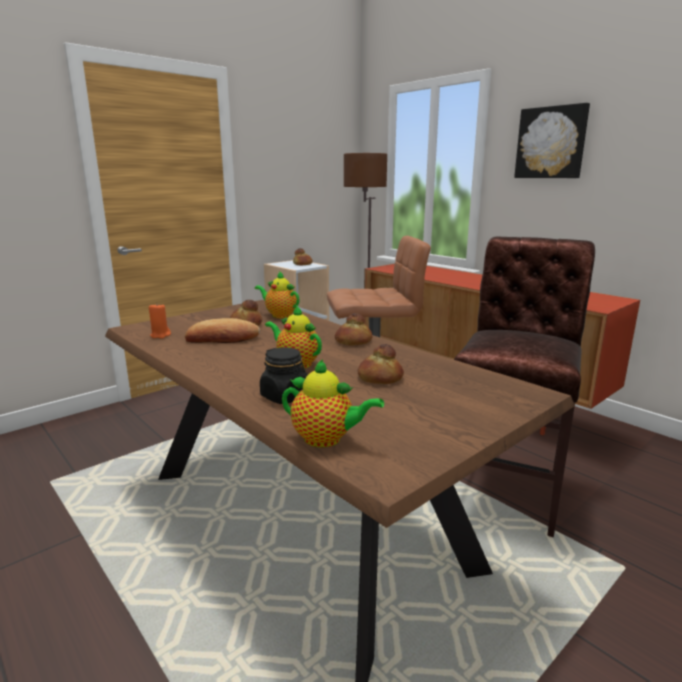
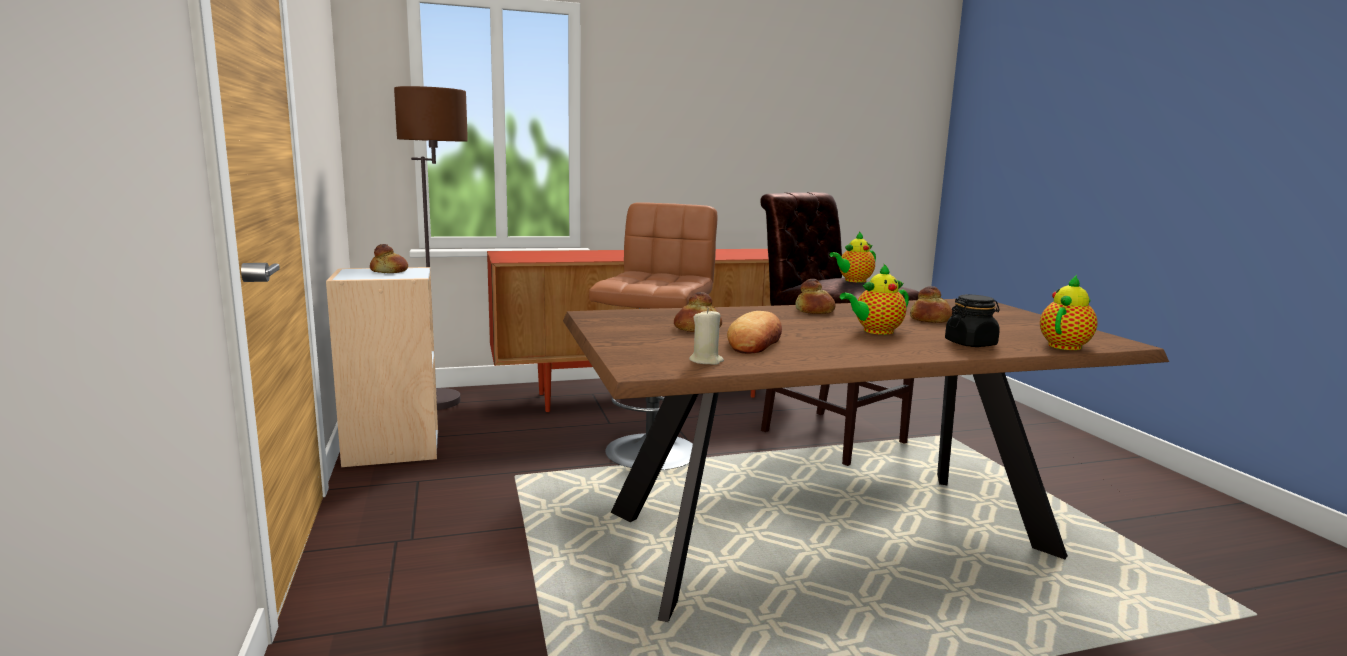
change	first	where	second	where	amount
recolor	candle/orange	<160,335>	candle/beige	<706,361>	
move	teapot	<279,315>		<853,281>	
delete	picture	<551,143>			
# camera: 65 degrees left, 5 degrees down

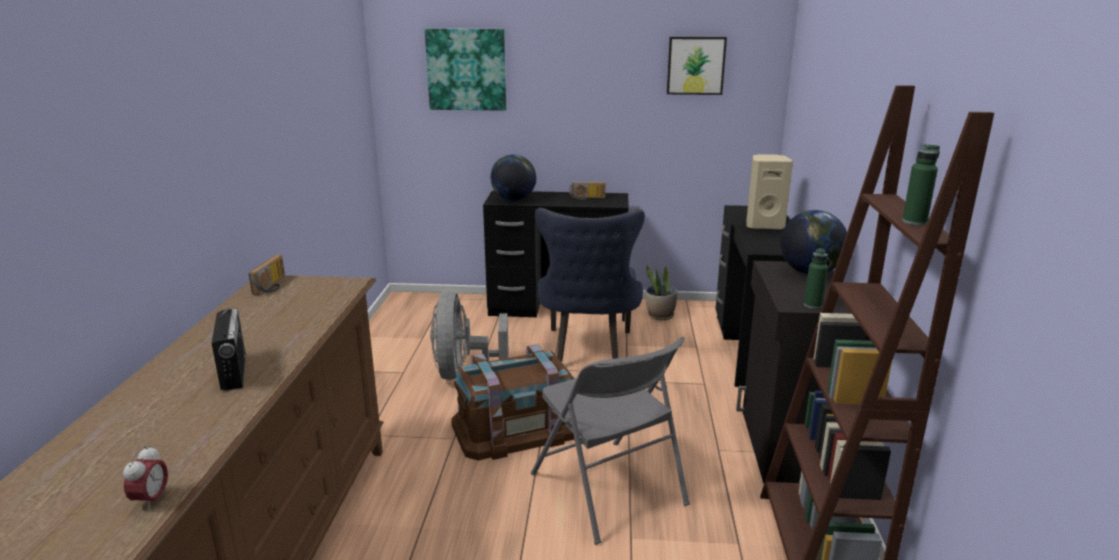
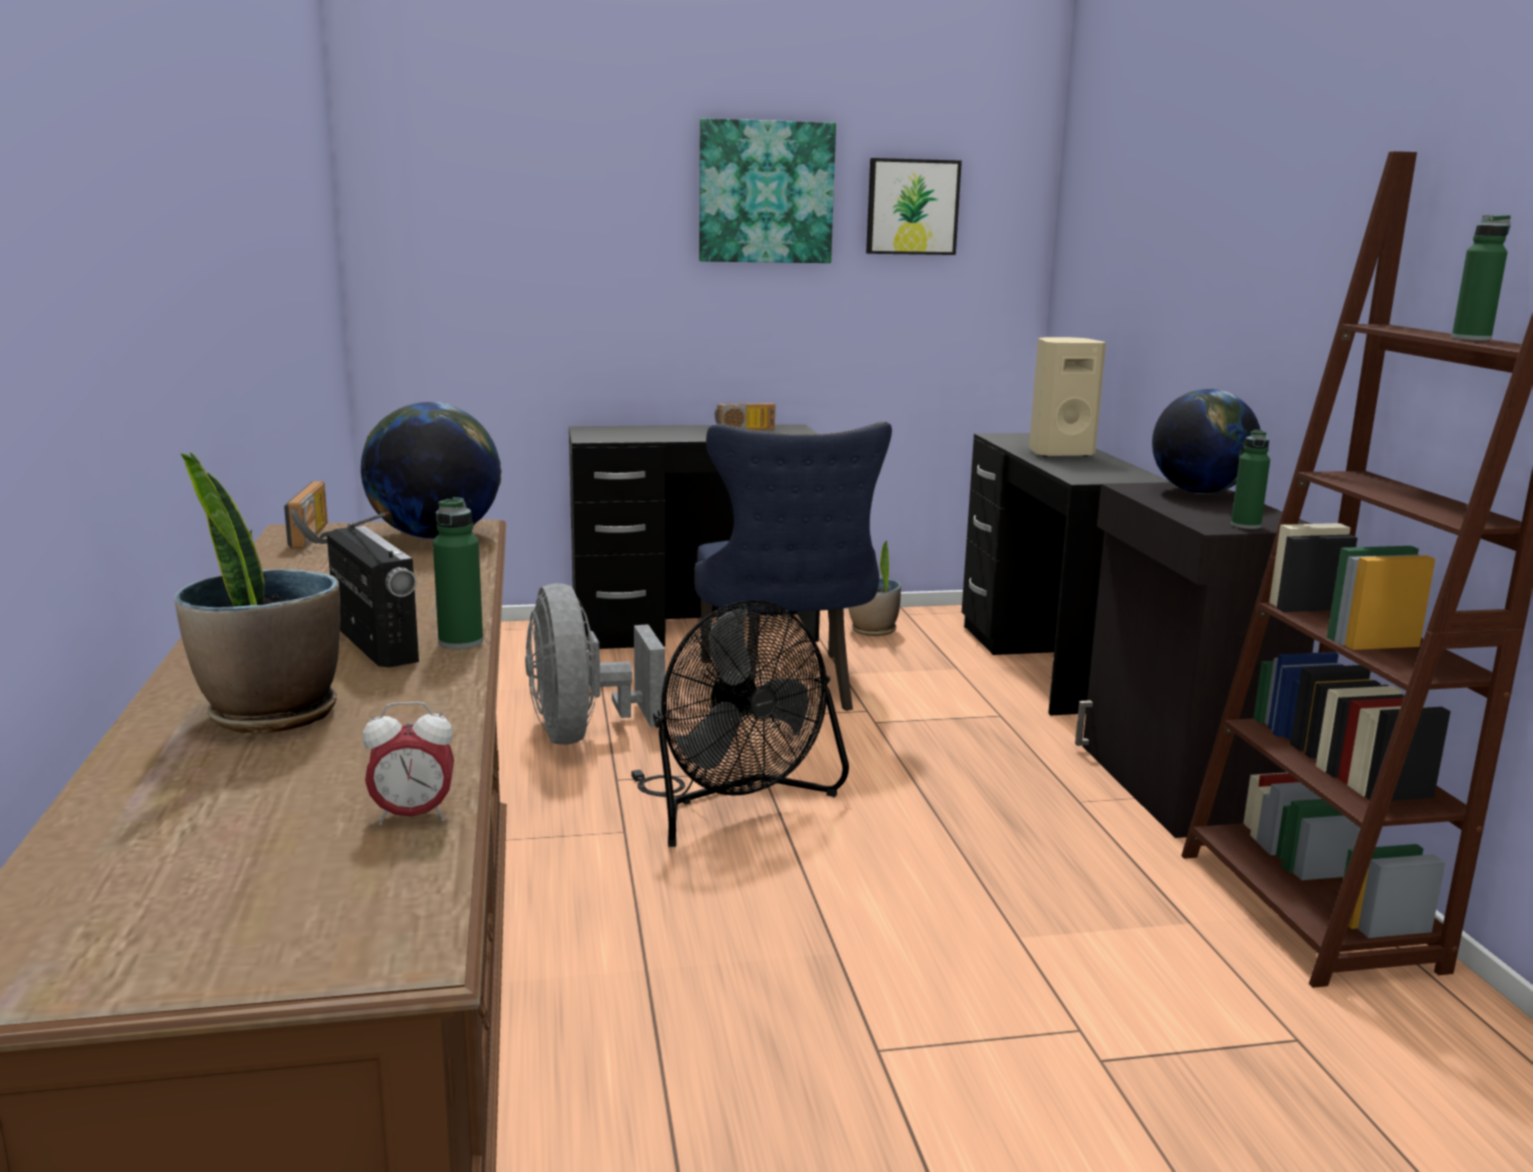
change	first	where	second	where	amount
rotate	alarm clock	<151,500>		<413,817>	90 degrees clockwise
move	picture	<466,69>		<765,192>	
replace	storage box/brown	<515,428>	fan/black	<727,805>	
move	globe	<513,200>		<435,537>	
delete	chair/grey	<607,489>			
insert			potted plant	<270,714>	
insert			bottle/green	<460,642>	
# camera: 15 degrees left, 5 degrees down

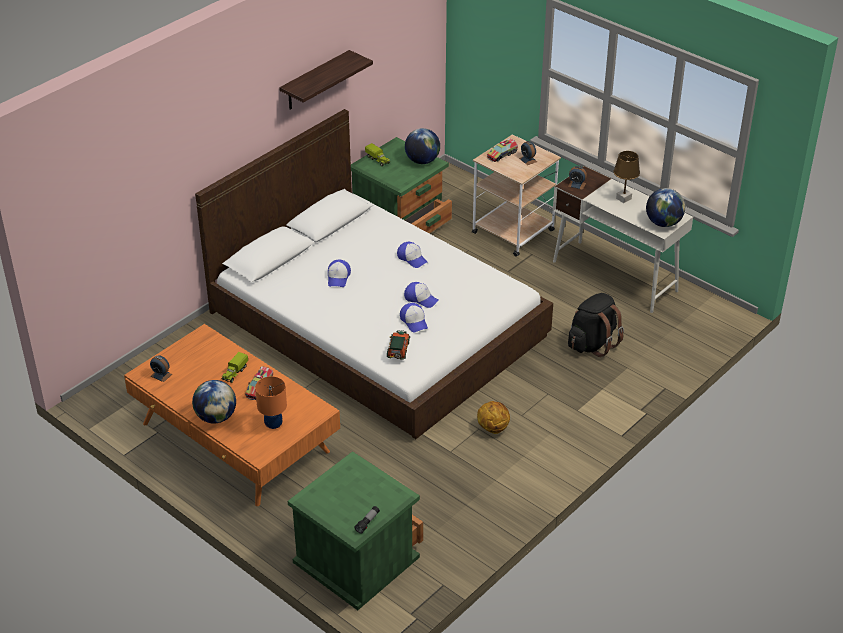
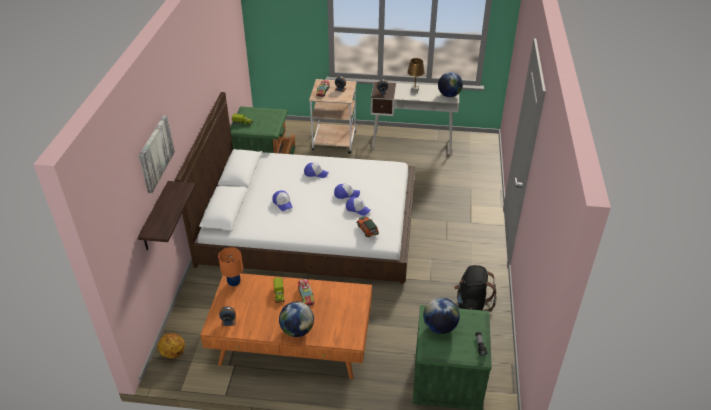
change	first	where	second	where	amount
move	table lamp/orange	<274,425>		<234,283>	
move	shelf	<315,81>		<155,217>	
move	globe	<422,161>		<440,327>	
move	basketball	<492,428>		<173,353>	
move	backpack/black	<592,344>		<471,305>	
insert			picture	<155,153>	
# camera: 35 degrees left, 0 degrees up

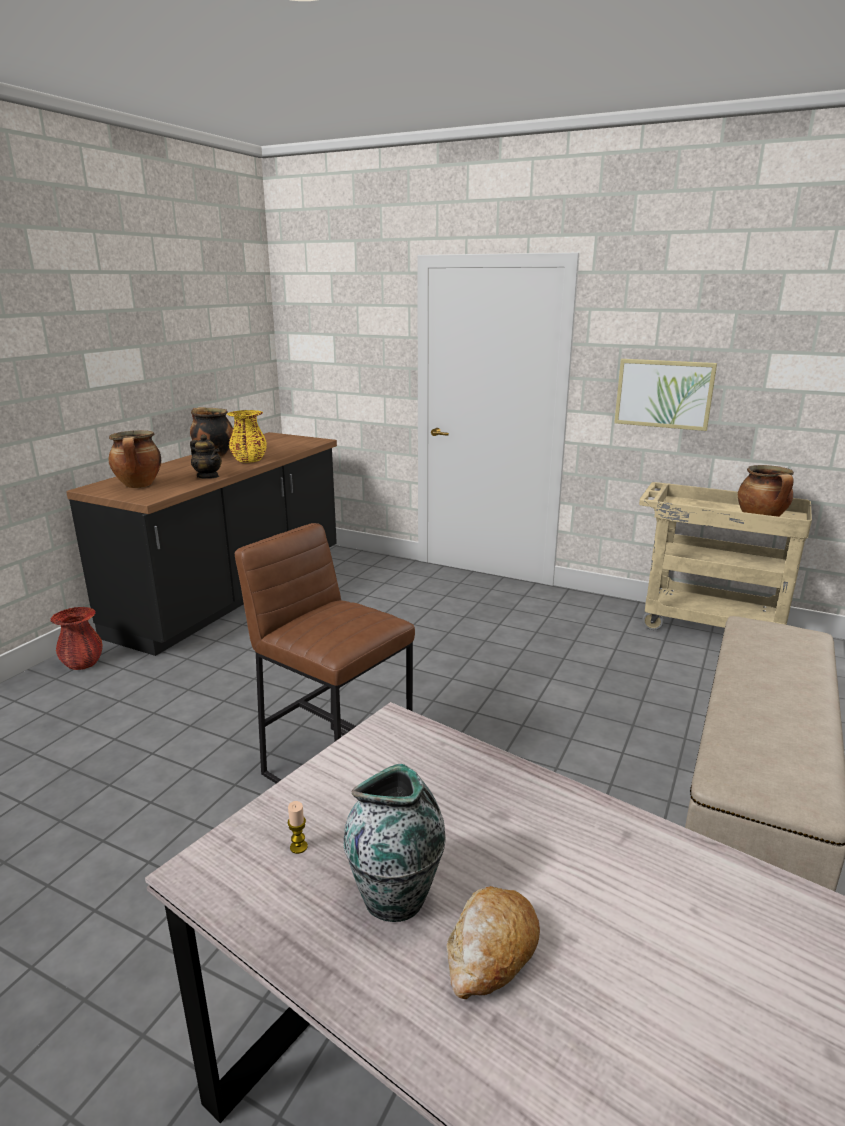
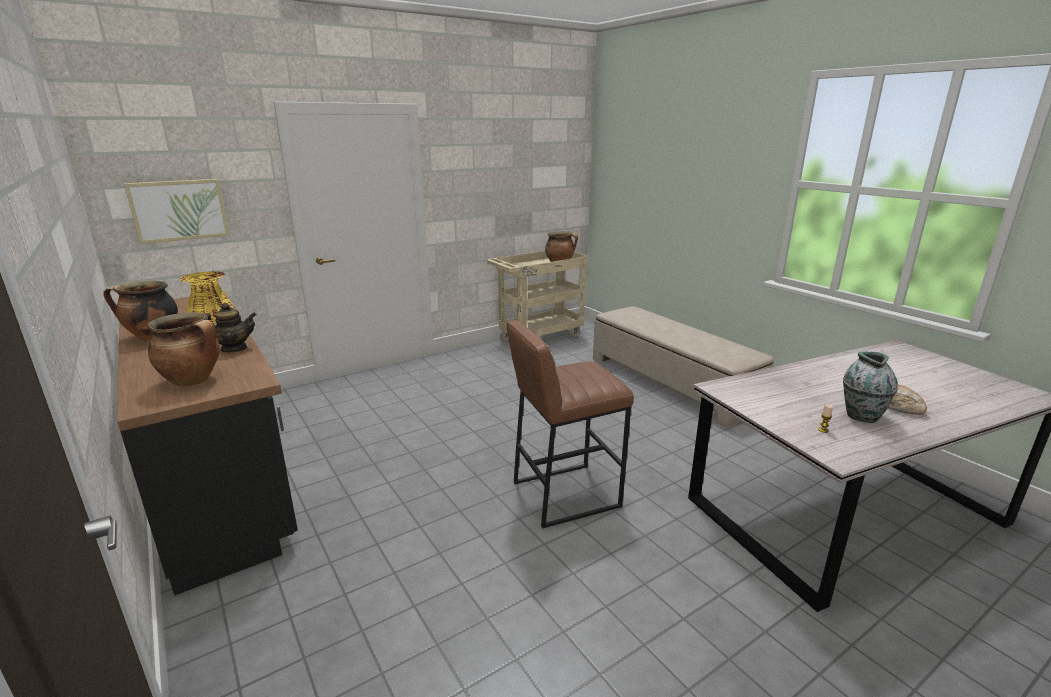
change	first	where	second	where	amount
delete	vase/red	<83,663>			
move	picture	<664,394>		<179,210>	
# camera: 60 degrees left, 0 degrees up

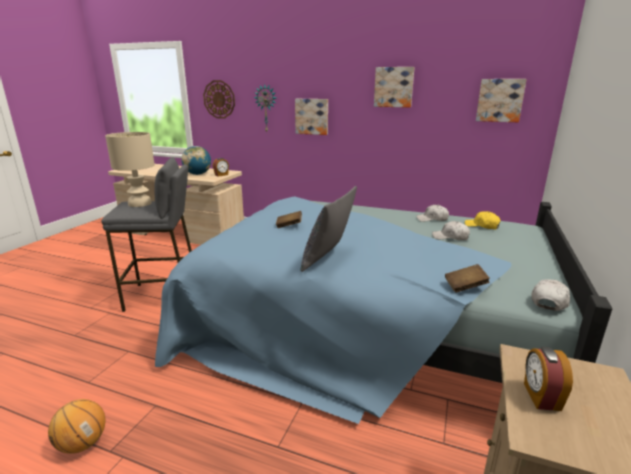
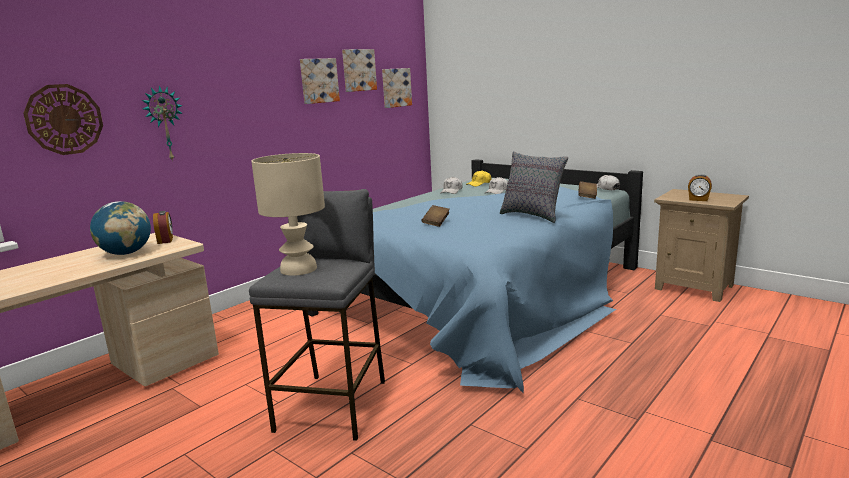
change	first	where	second	where	amount
delete	basketball	<82,443>			
move	picture	<312,116>		<358,70>	
# camera: 70 degrees left, 5 degrees down

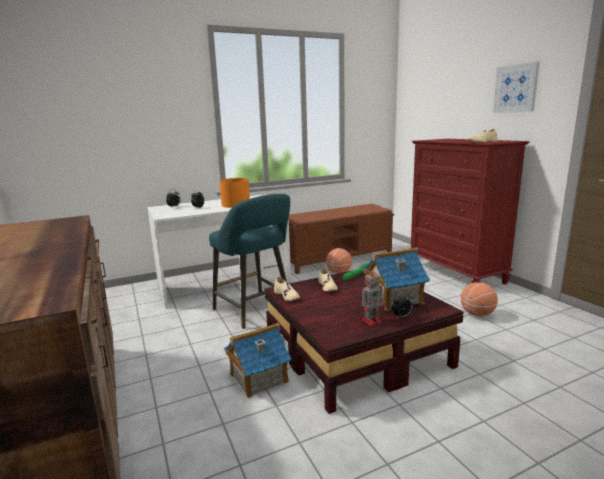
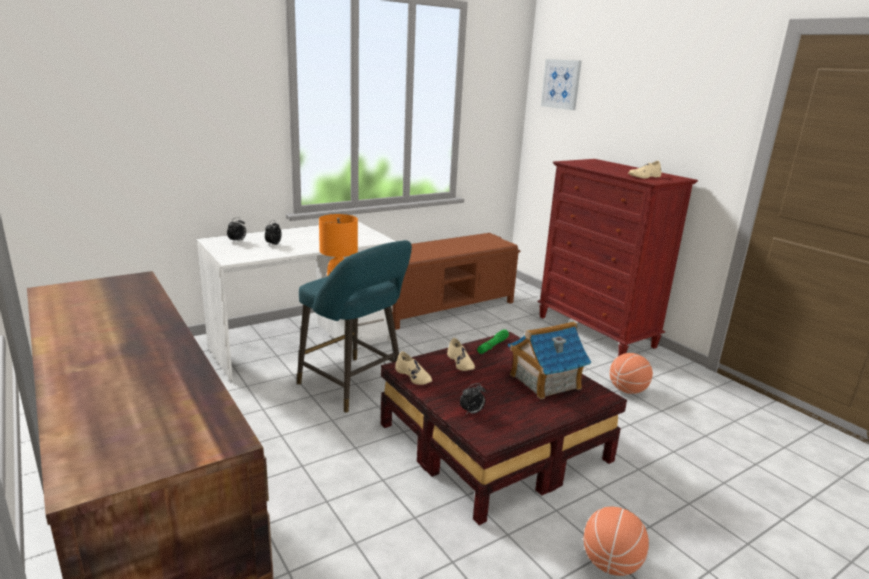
change	first	where	second	where	amount
delete	toy house	<258,378>			
move	basketball	<339,272>		<611,563>	
delete	toy robot	<372,321>			
move	alarm clock	<402,317>		<472,412>	
move	picture	<515,88>		<561,84>	
# camera: 10 degrees left, 5 degrees up

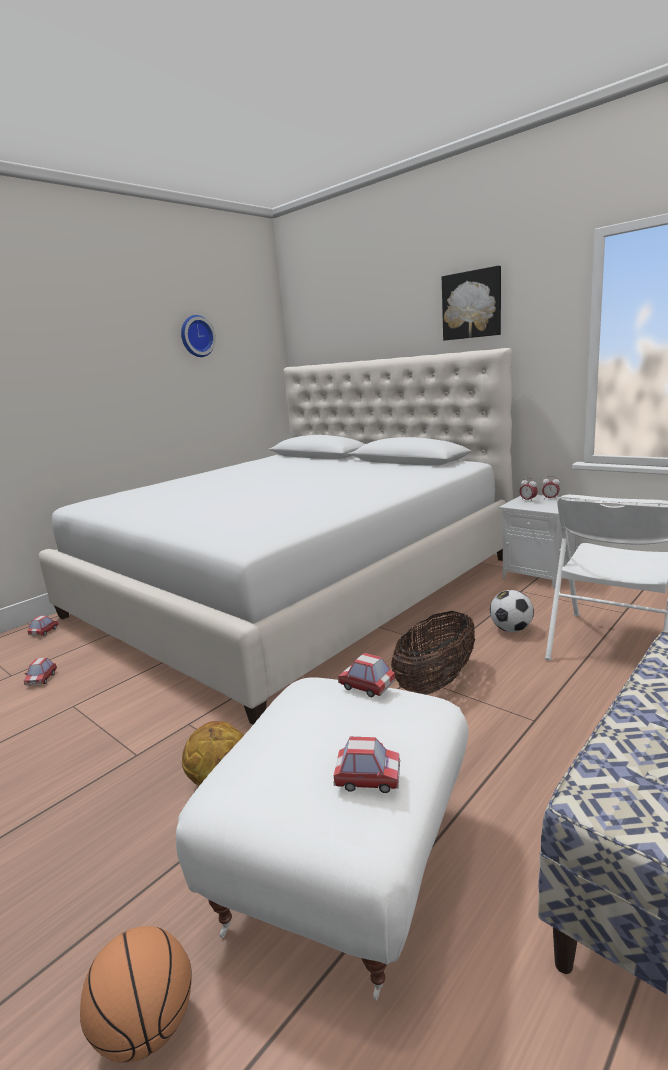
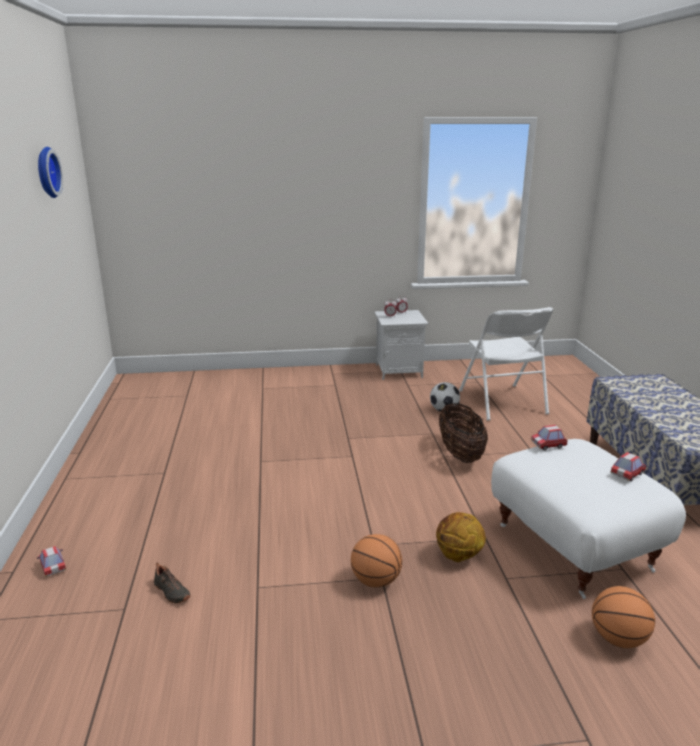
change	first	where	second	where	amount
replace	toy car	<42,679>	shoe/black	<171,592>	
delete	bed/white	<293,586>			
delete	picture	<472,305>			
insert			basketball	<375,581>	
# camera: 50 degrees left, 5 degrees up

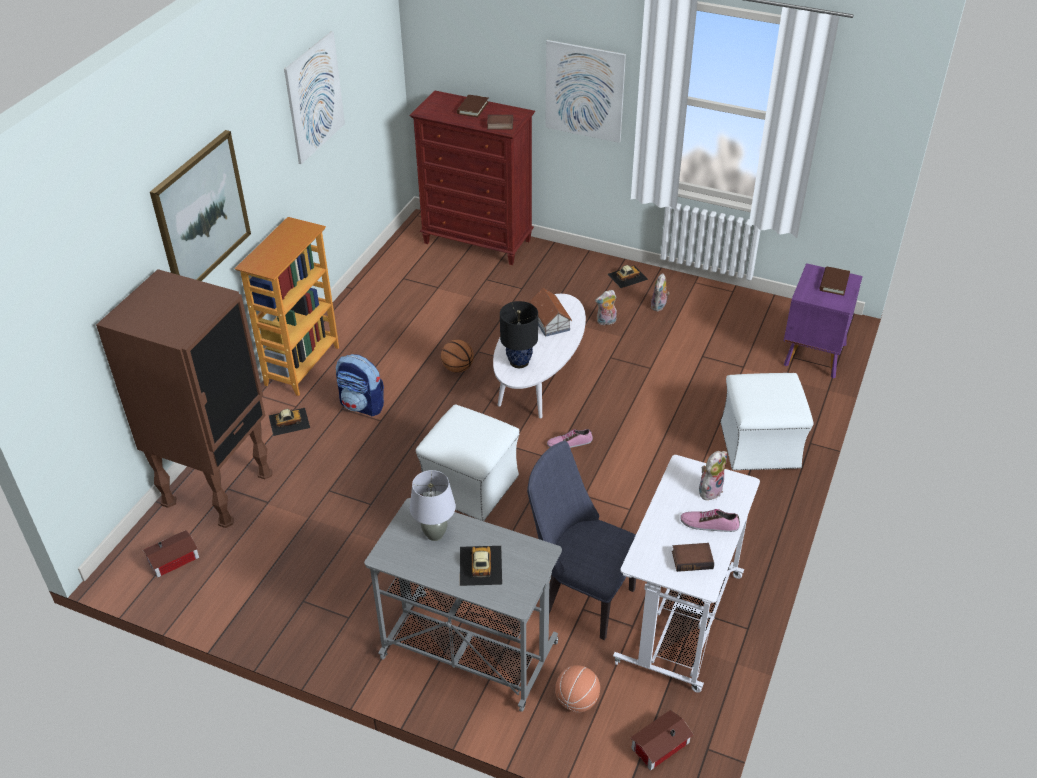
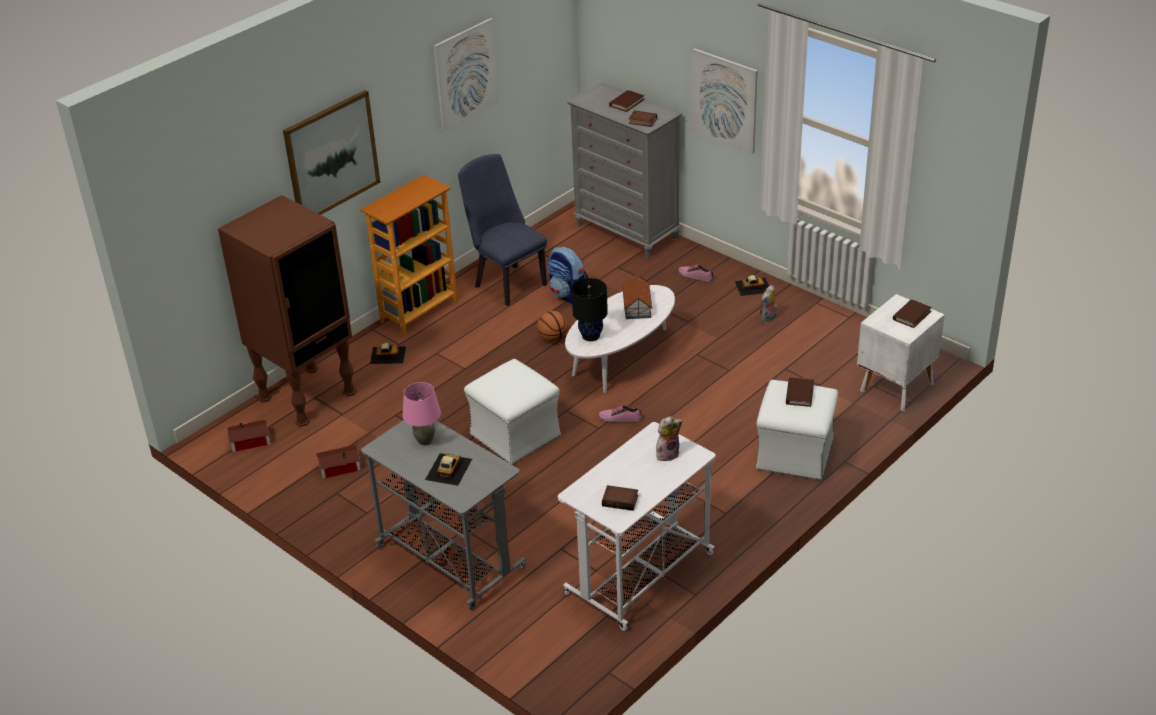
change	first	where	second	where	amount
move	backpack	<362,405>		<568,295>	
recolor	dresser/red	<478,242>	dresser/grey	<627,232>	
recolor	table lamp/grey	<435,535>	table lamp/pink	<425,441>	
move	chair/blue	<581,597>		<506,283>	
delete	basketball	<576,701>			
delete	plush toy	<606,322>			
move	toy house	<658,745>		<338,467>	
move	shoe	<709,524>		<695,276>	
recolor	nightstand/purple	<813,355>	nightstand/white	<895,387>	
insert			book/brown	<799,394>	
# camera: 20 degrees right, 5 degrees down

